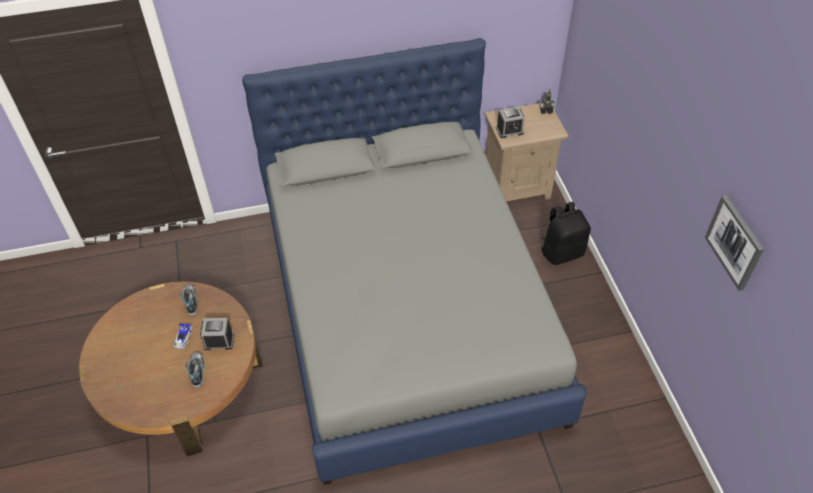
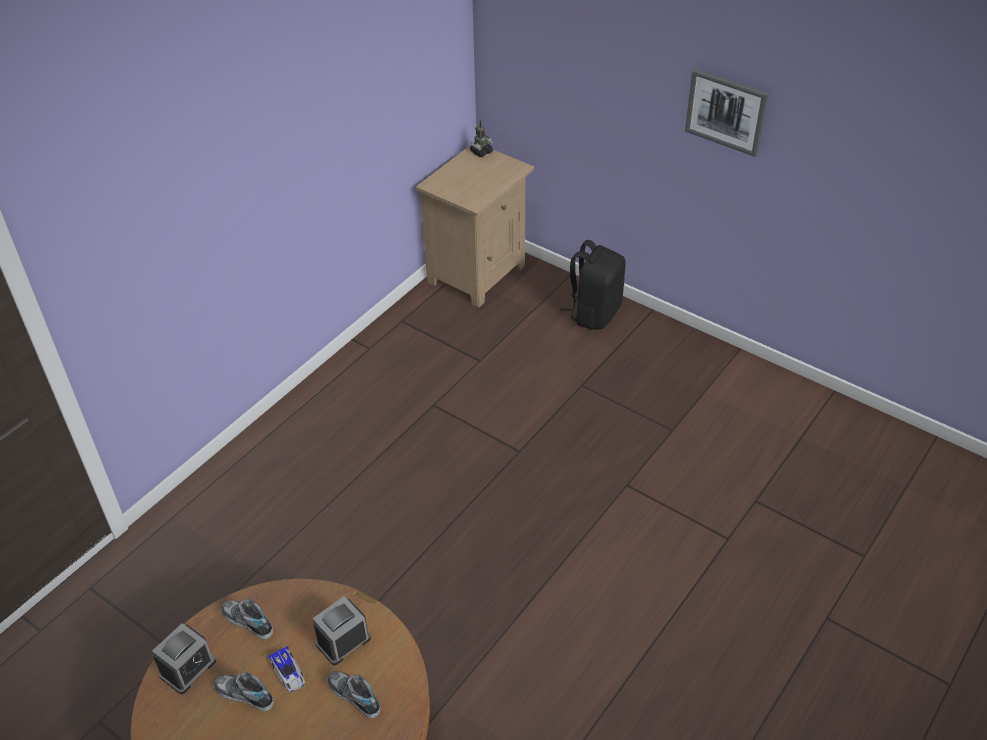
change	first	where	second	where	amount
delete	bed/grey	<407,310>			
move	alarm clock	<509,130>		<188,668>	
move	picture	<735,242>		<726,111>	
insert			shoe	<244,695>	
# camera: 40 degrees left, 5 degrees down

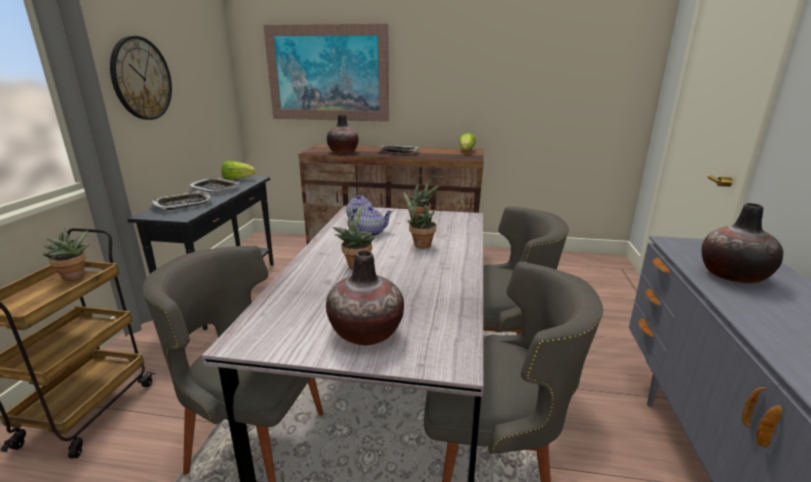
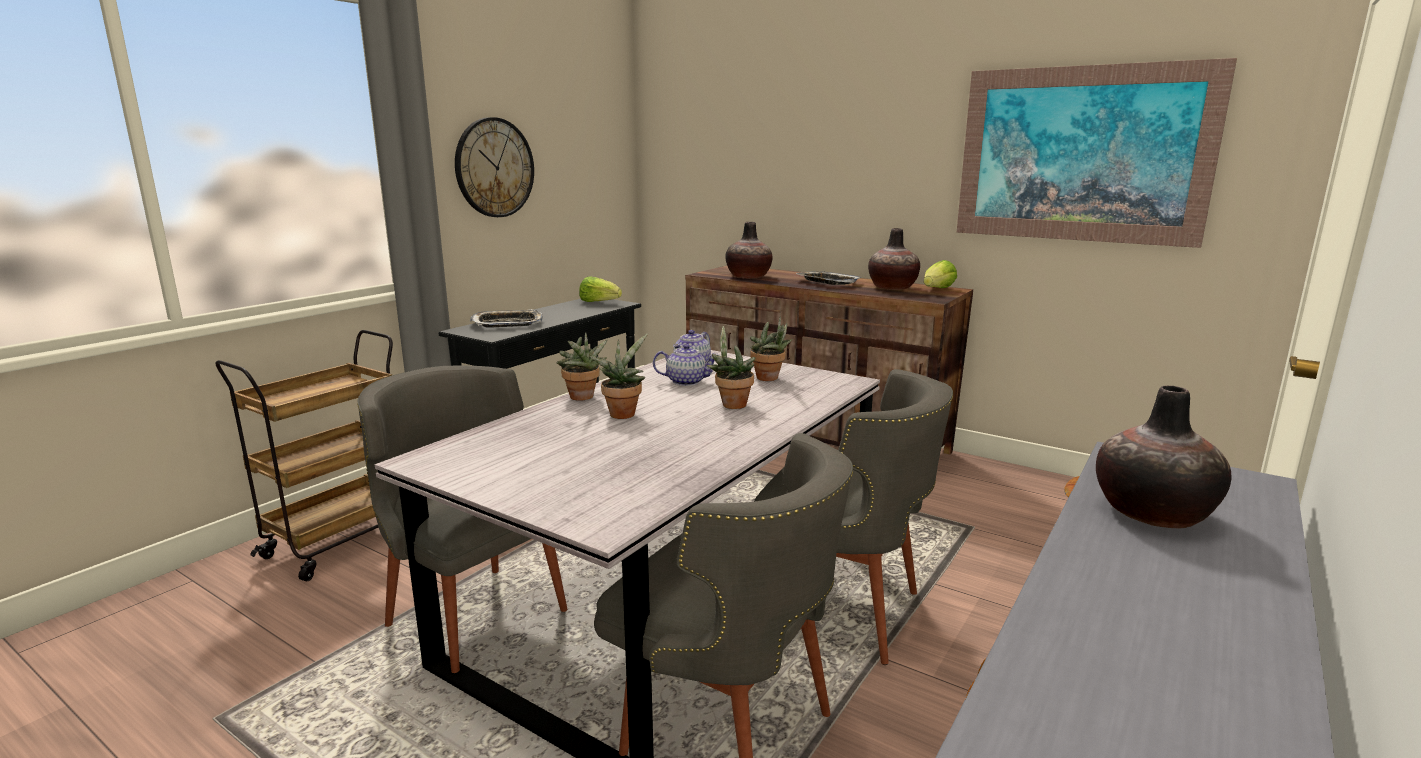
change	first	where	second	where	amount
move	potted plant	<74,277>		<583,398>	
delete	tray	<215,189>			
move	picture	<327,73>		<1081,155>	
move	vase	<365,333>		<892,287>	
# camera: 25 degrees right, 5 degrees down

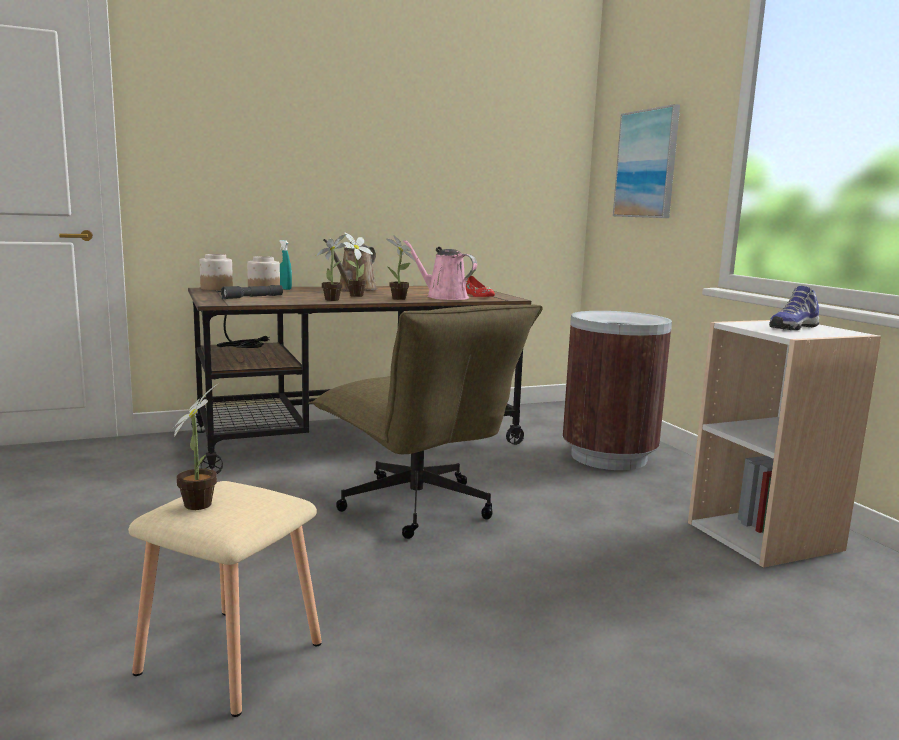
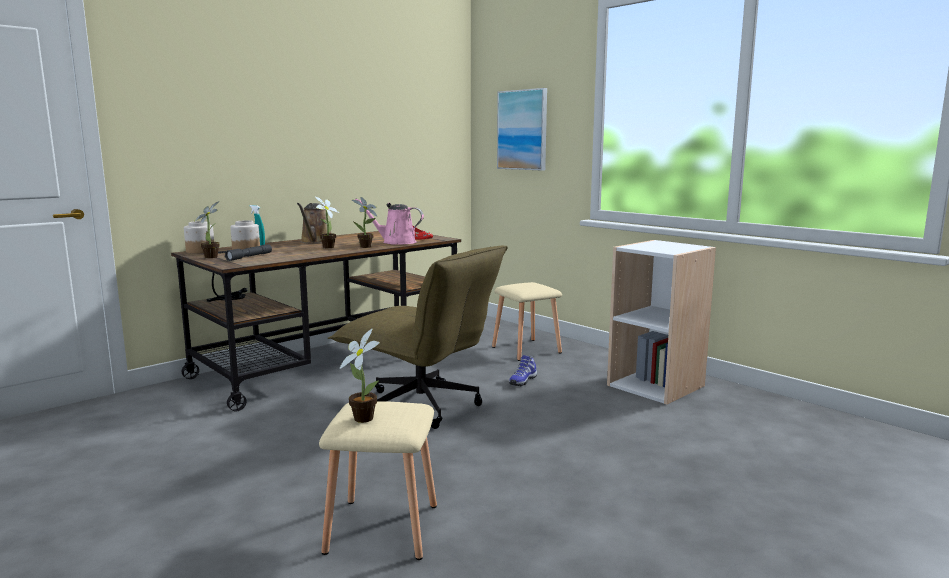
change	first	where	second	where	amount
move	potted plant	<334,299>		<213,257>	
replace	trash can/brown	<609,457>	stool/beige	<527,349>	
move	shoe	<792,327>		<522,381>	
# camera: 20 degrees left, 0 degrees up

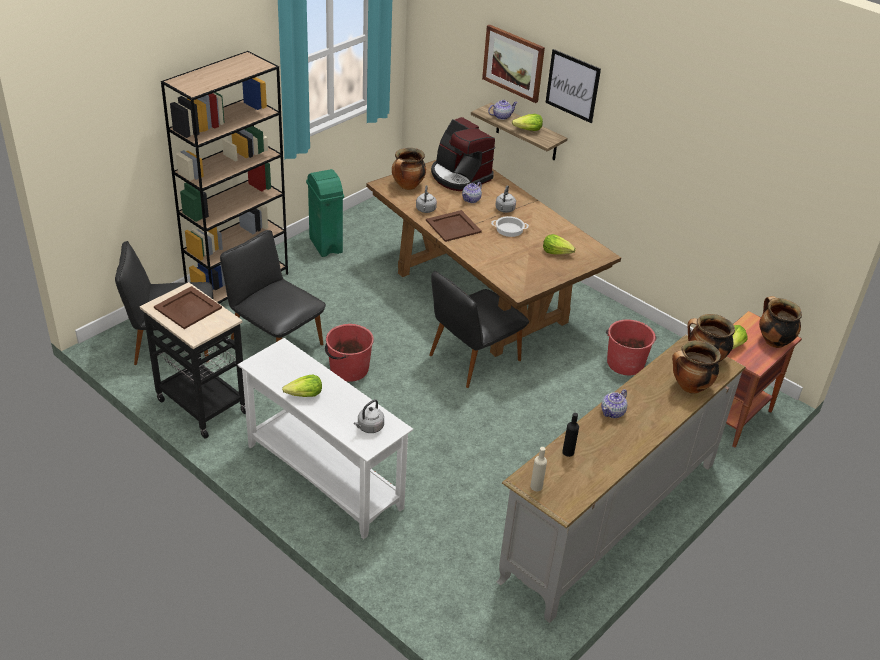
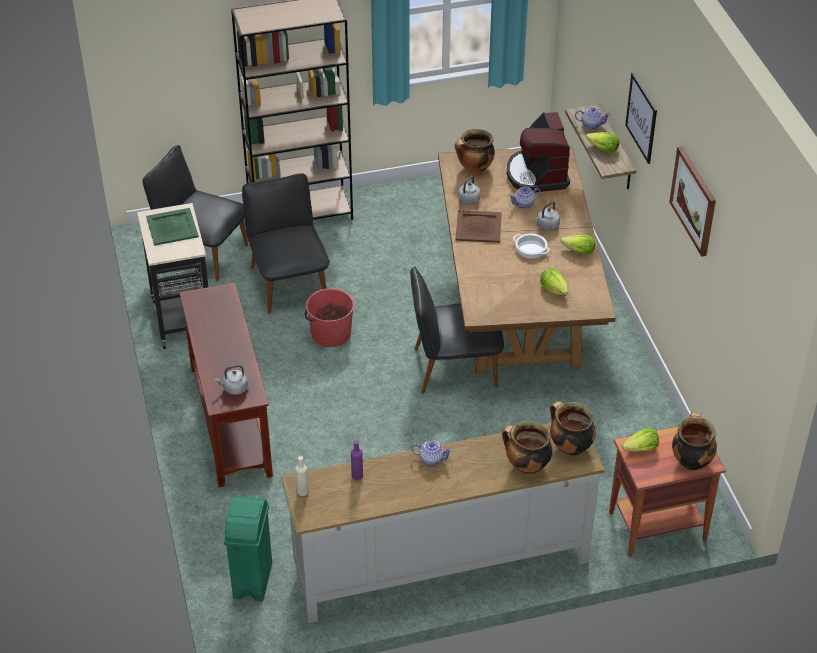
change	first	where	second	where	amount
recolor	tray/brown	<188,308>	tray/green	<172,227>	
recolor	console table/white	<323,476>	console table/brown	<230,421>	
move	lettuce	<304,395>		<578,251>	
move	trash can/green	<325,246>		<252,581>	
move	picture	<513,63>		<694,200>	
recolor	bottle/black	<568,452>	bottle/purple	<357,475>	
rotate	teapot	<613,412>		<431,459>	150 degrees counterclockwise
delete	bucket/red	<625,363>			
# camera: 35 degrees right, 5 degrees up

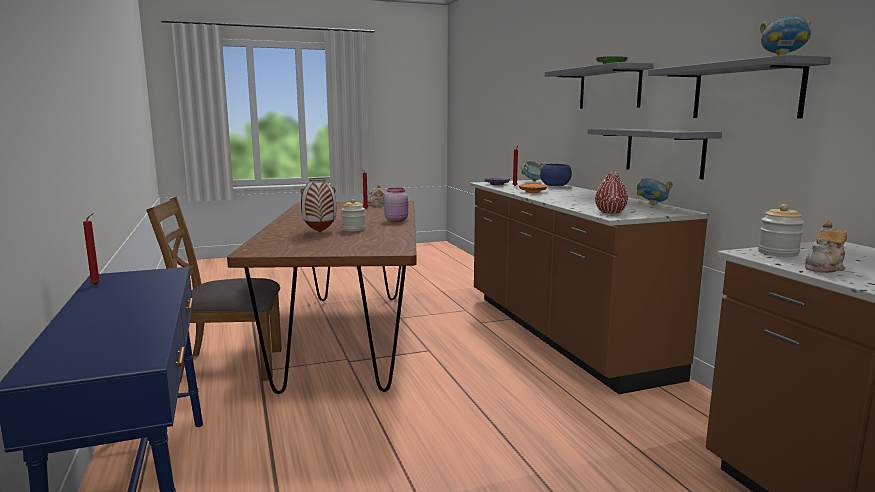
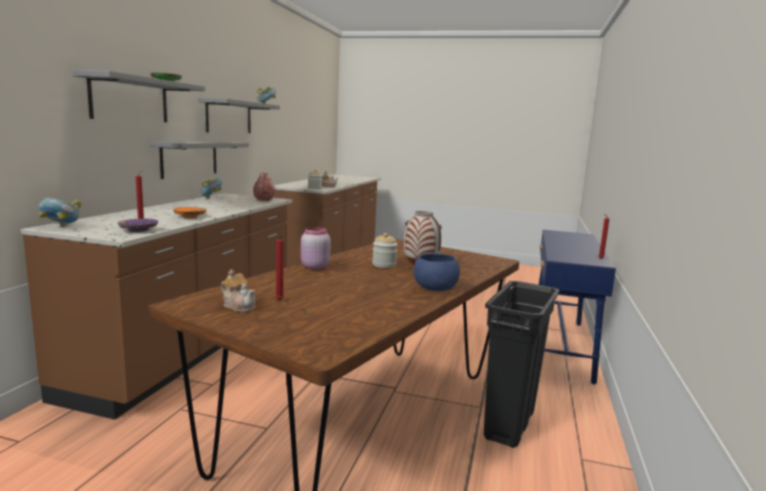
change	first	where	second	where	amount
replace	chair/brown	<229,366>	trash can/black	<509,425>	
move	bowl/blue	<555,186>		<435,288>	
# camera: 145 degrees left, 0 degrees up

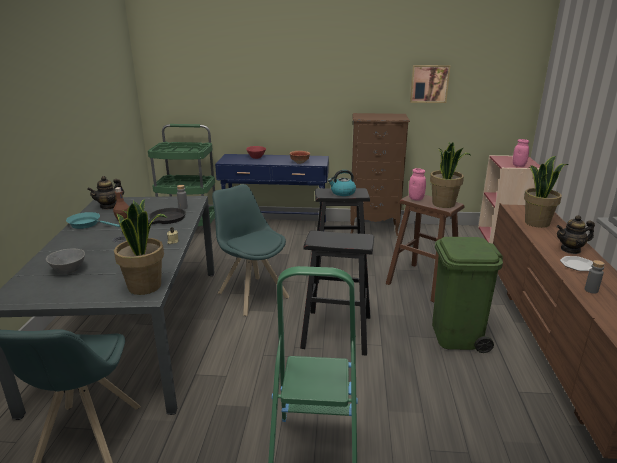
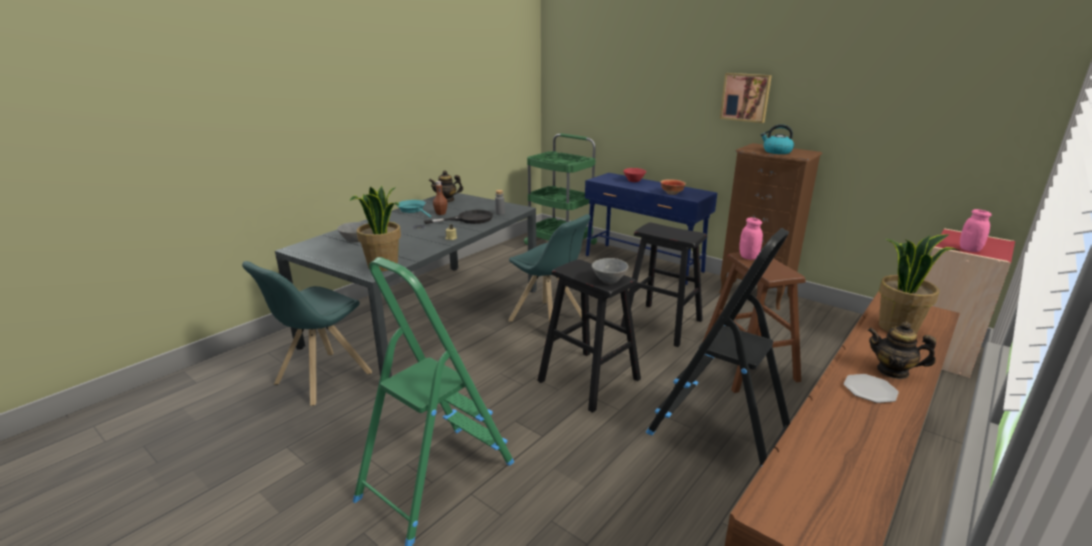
change	first	where	second	where	amount
rotate	chair/turquoise	<252,295>		<548,320>	135 degrees clockwise
move	kettle	<342,193>		<776,152>	
move	picture	<429,83>		<745,97>	
delete	potted plant	<444,204>			
replace	trash can/green	<457,336>	step ladder/black	<717,436>	
delete	bottle/grey	<591,290>			
insert			bowl/grey	<608,280>	
# camera: 35 degrees right, 0 degrees up

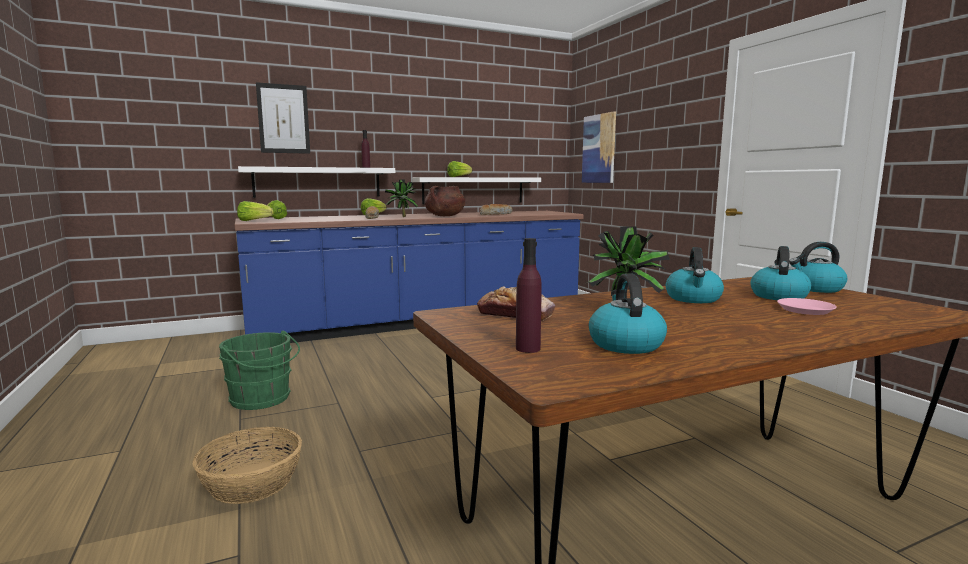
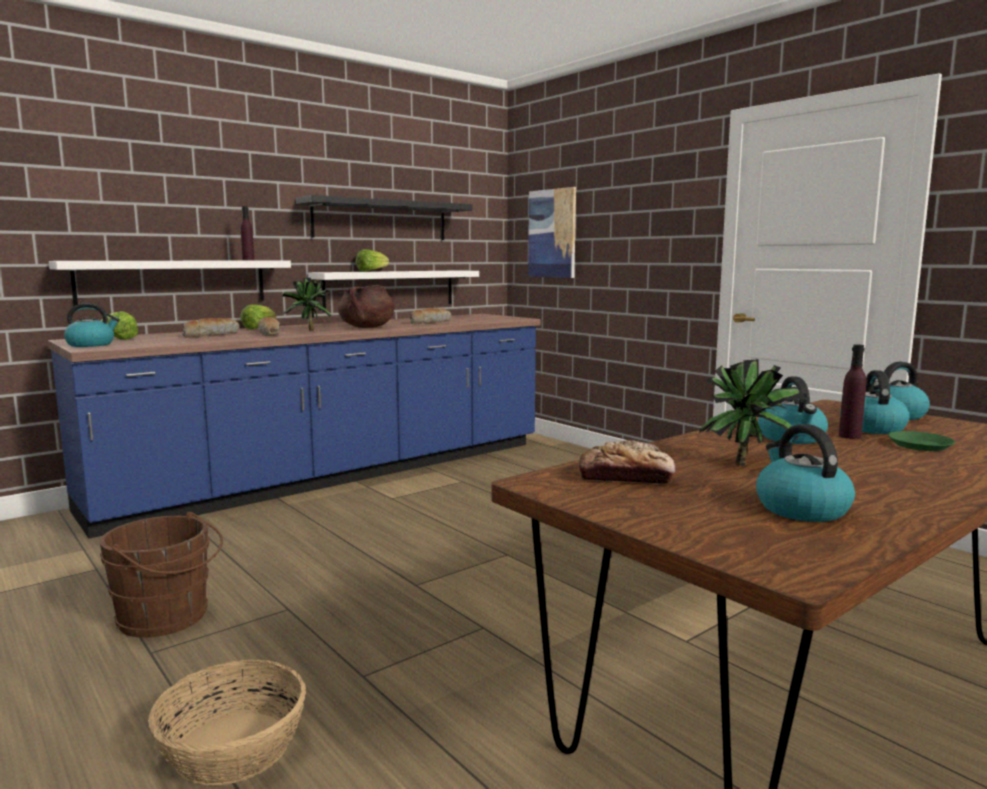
change	first	where	second	where	amount
recolor	bucket/green	<262,399>	bucket/brown	<167,618>	
replace	lettuce	<254,221>	kettle	<91,344>	
delete	picture	<283,119>			
move	bottle/purple	<528,348>		<849,436>	
recolor	plate/pink	<805,310>	plate/green	<920,445>	
insert			bread	<211,335>	
insert			shelf/black	<381,220>	
# camera: 15 degrees left, 0 degrees up

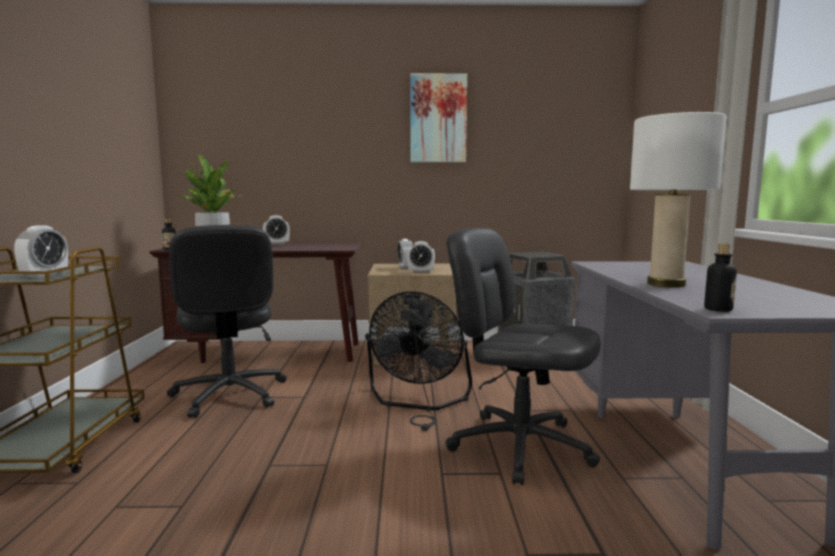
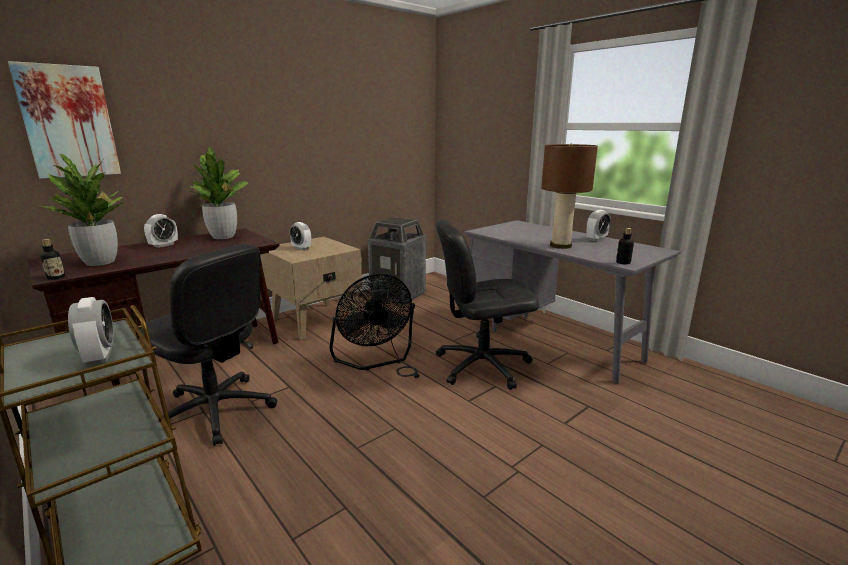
change	first	where	second	where	amount
move	alarm clock	<421,272>		<596,239>	
move	picture	<438,118>		<68,122>	
recolor	table lamp/white	<665,284>	table lamp/brown	<560,246>	
insert			potted plant	<223,237>	
# camera: 40 degrees left, 10 degrees up

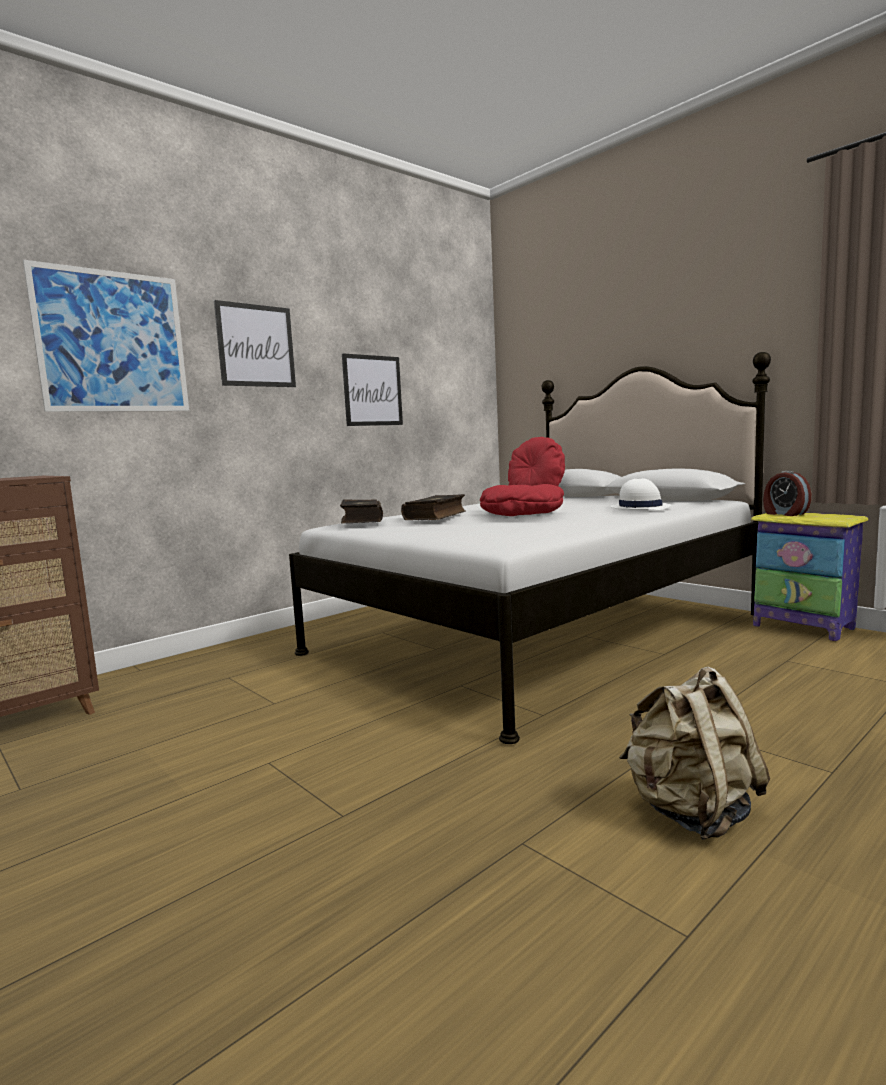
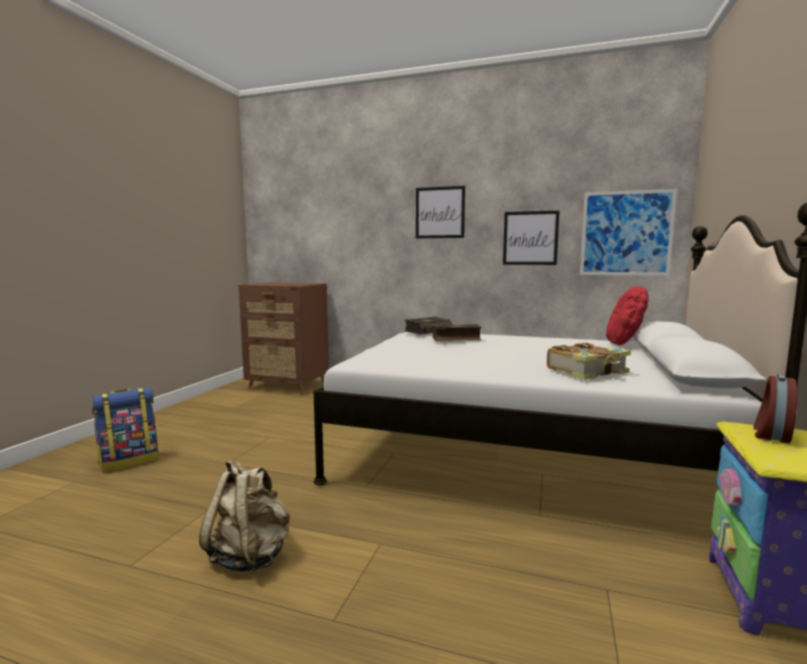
change	first	where	second	where	amount
move	picture	<112,342>		<626,233>	
delete	pillow/red	<521,513>			
replace	hat/white	<640,507>	book	<588,371>	
insert			backpack	<129,461>	
# camera: 60 degrees right, 0 degrees up

